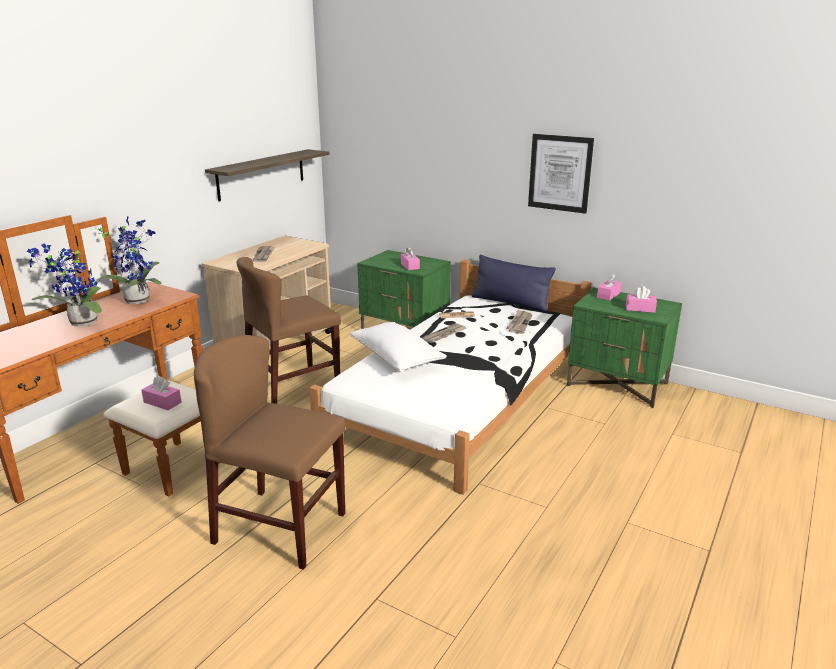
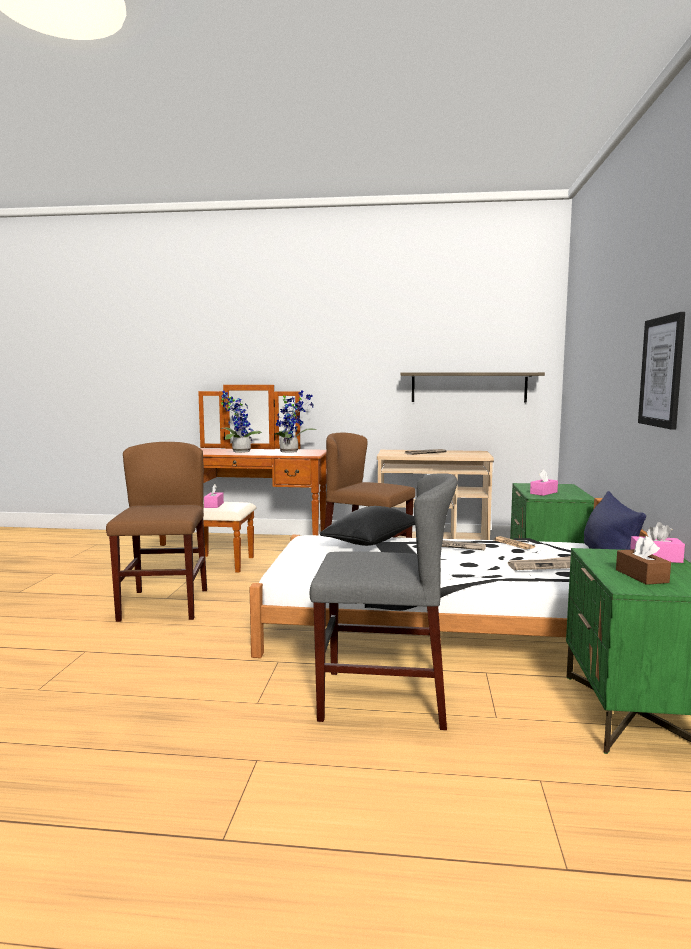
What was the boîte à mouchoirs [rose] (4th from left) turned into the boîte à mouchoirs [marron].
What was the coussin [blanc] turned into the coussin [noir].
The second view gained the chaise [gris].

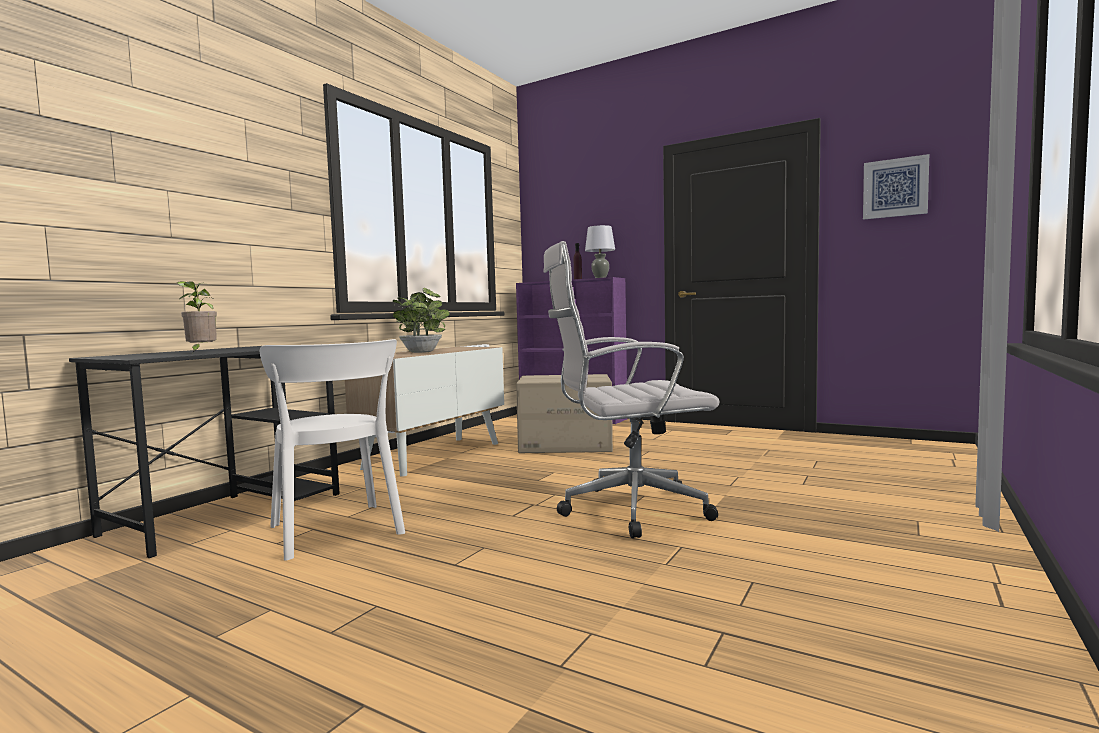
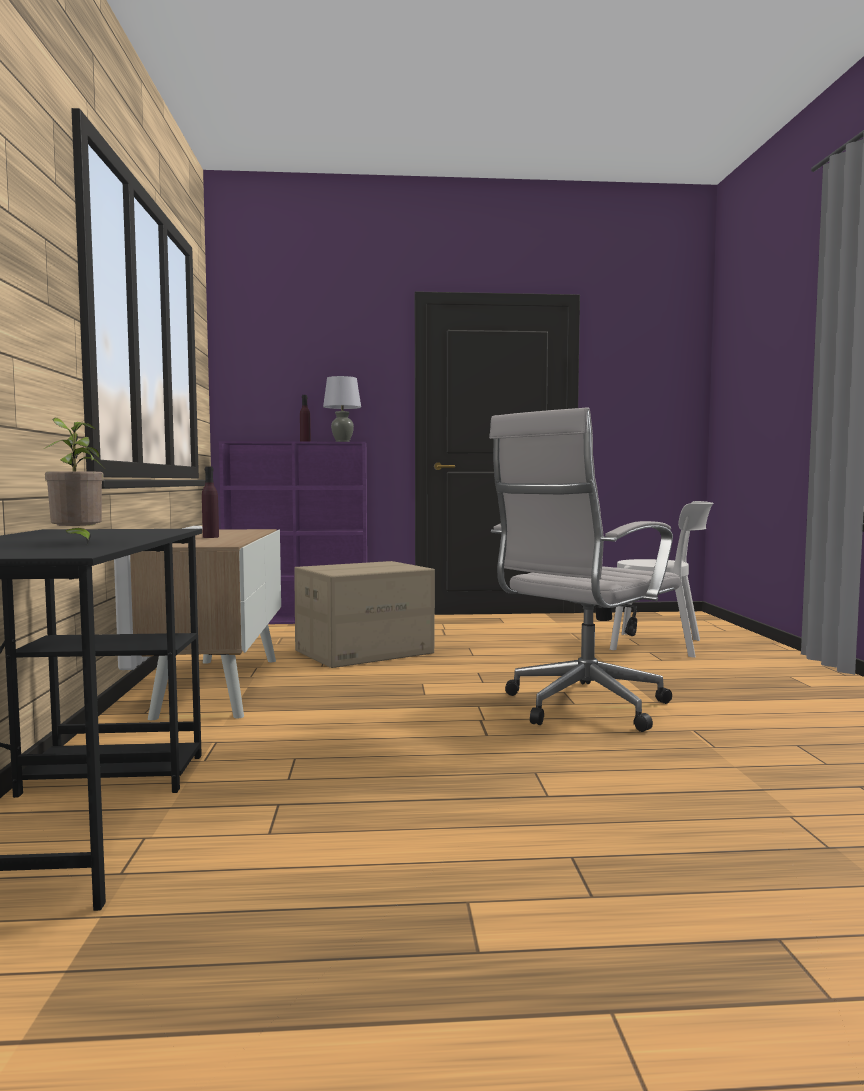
The second view lost the tableau.
Where the plante en pot (2nd from left) stood, the bouteille [violet] (1st from left) came to stand.
The chaise [blanc] ended up elsewhere.

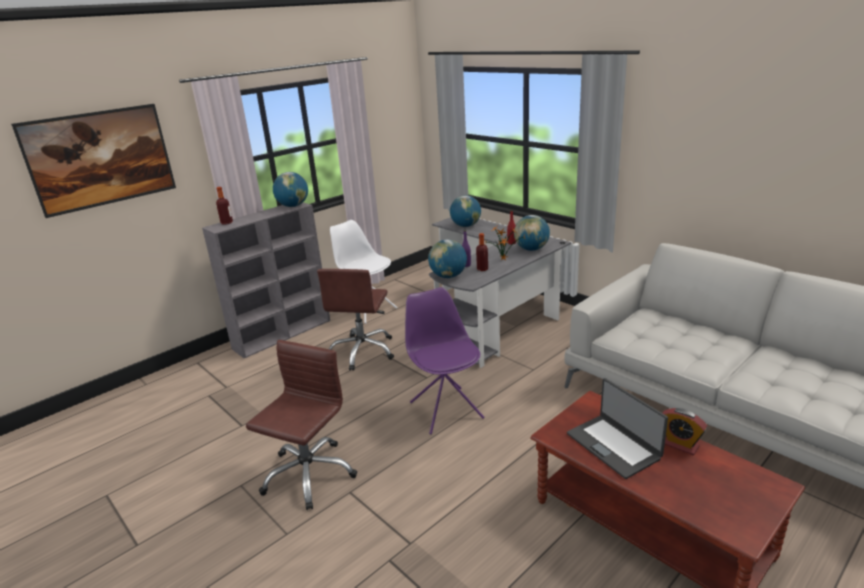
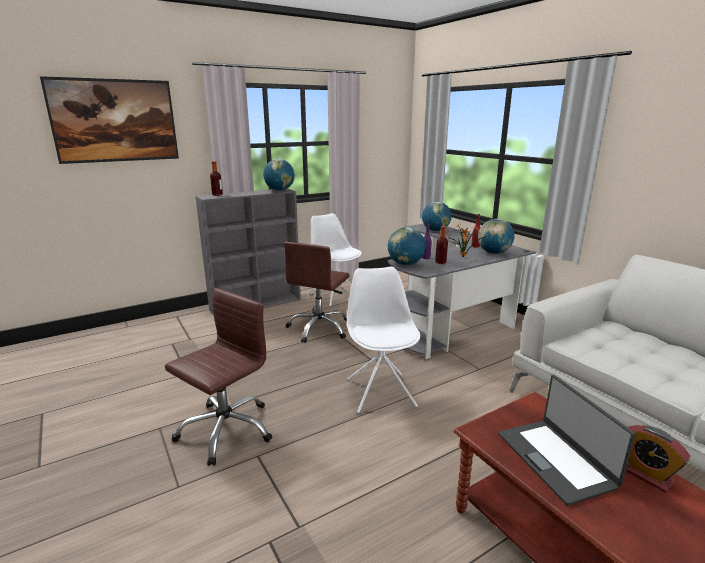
What was the chaise [violet] turned into the chaise [blanc] (2nd from left).

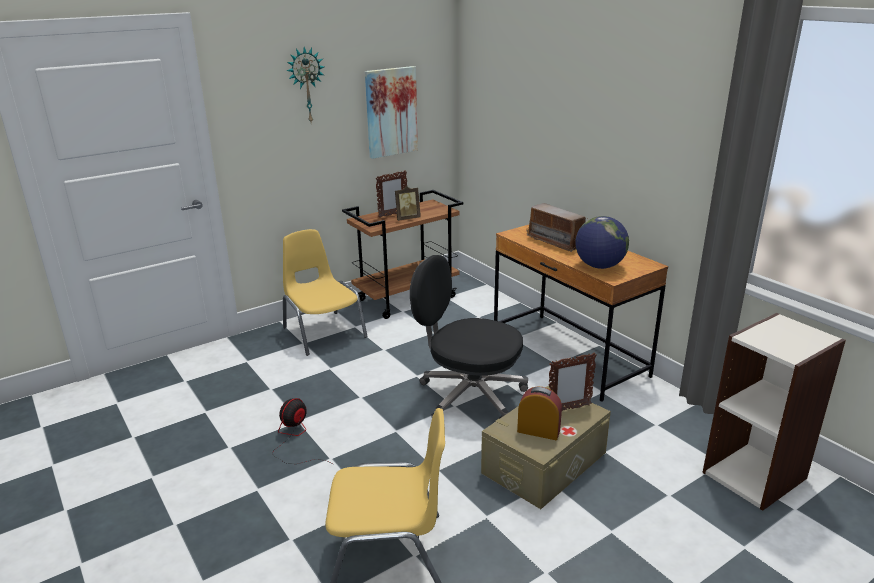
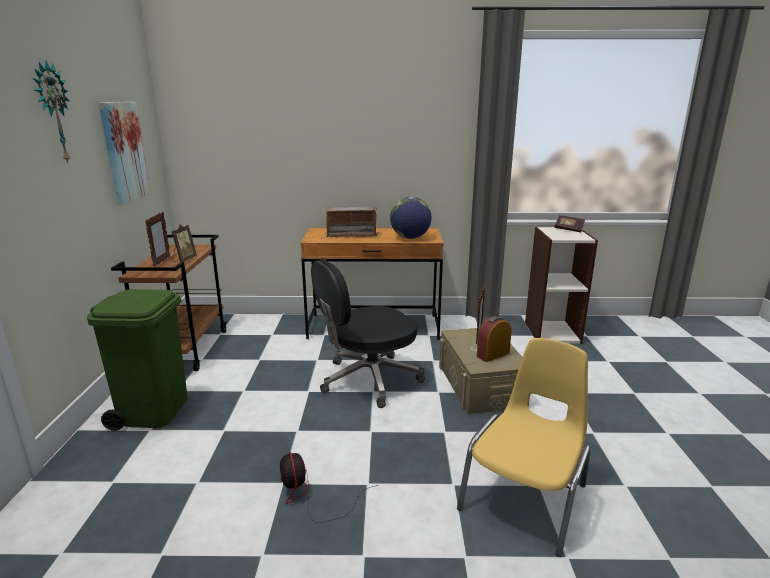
Where the chaise [jaune] (1st from left) stood, the poubelle [vert] came to stand.
The second view gained the livre.

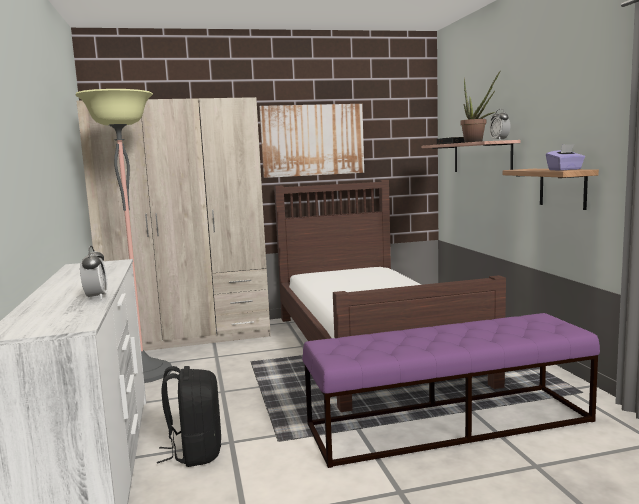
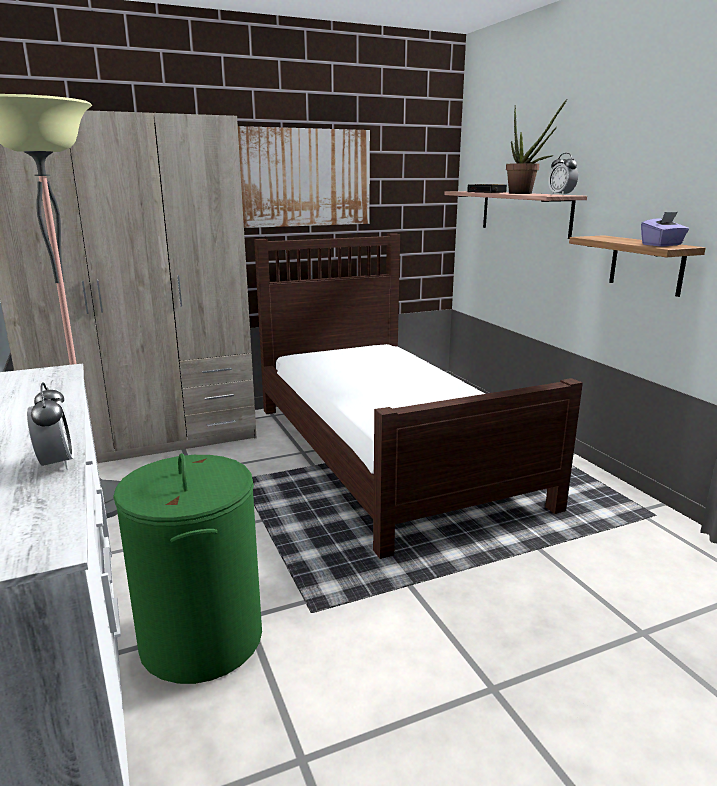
The second view lost the banc [violet].
Where the sac à dos [noir] stood, the panier à linge [vert] came to stand.

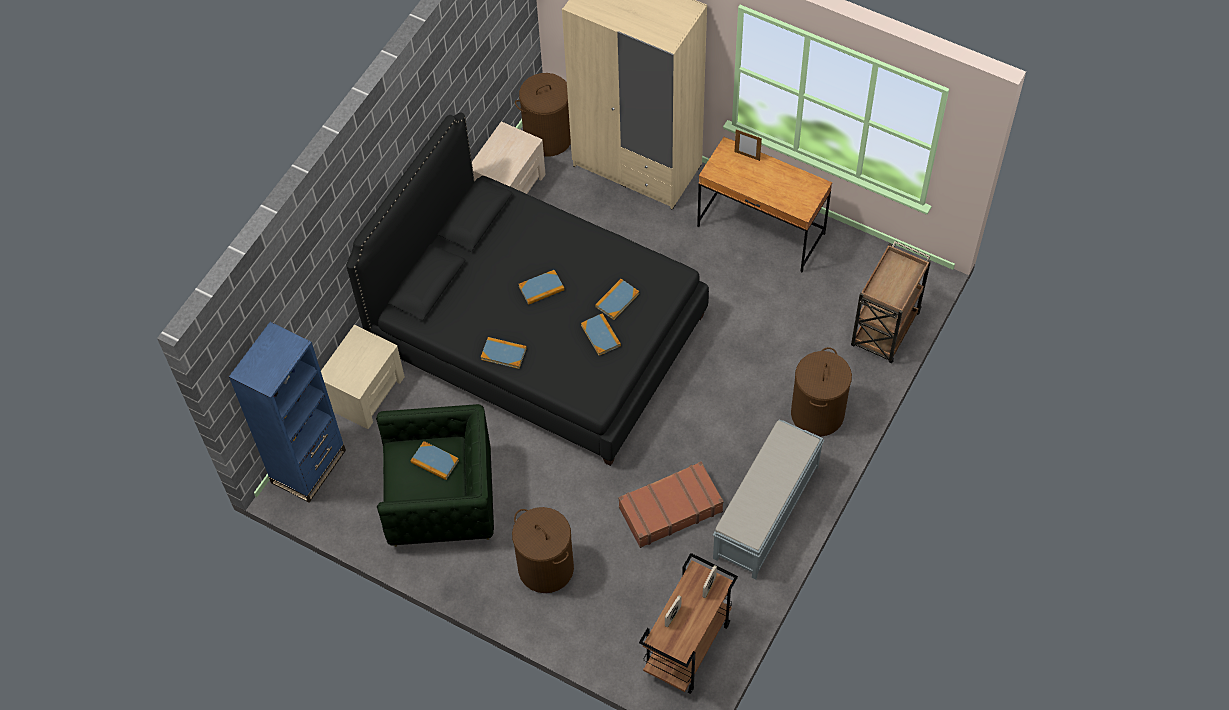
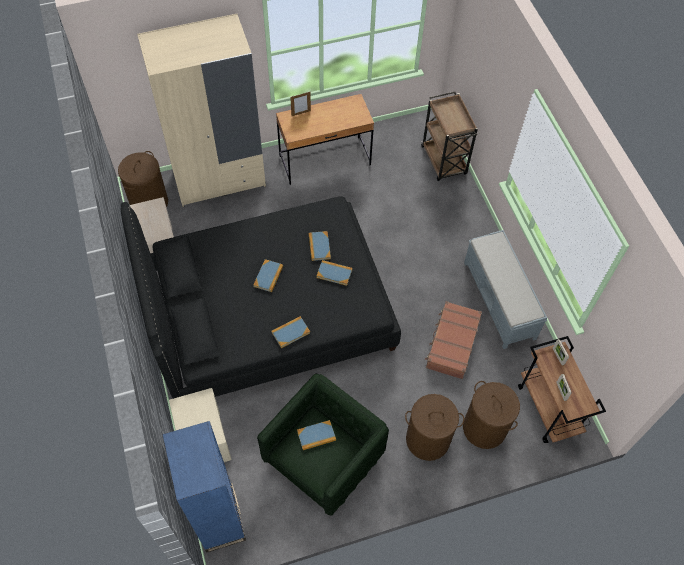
The panier à linge [marron] (3rd from left) ended up elsewhere.

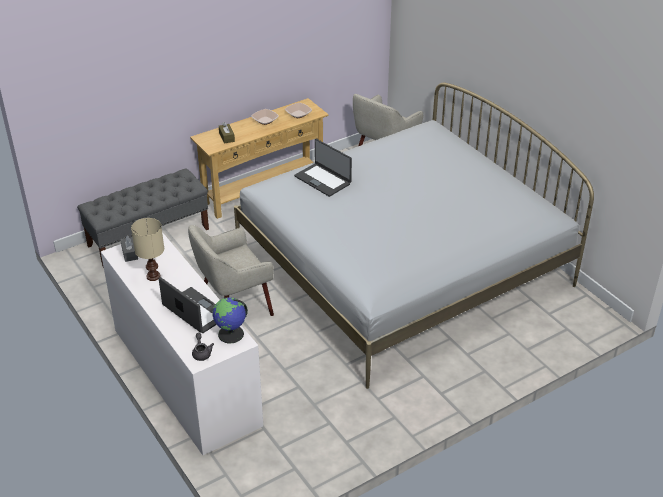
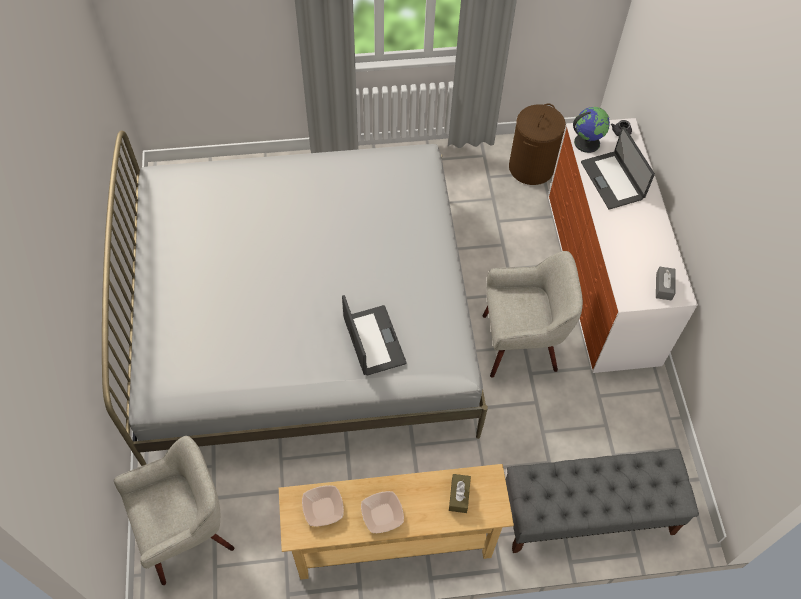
The second view lost the lampe de table [beige].
The second view gained the panier à linge [marron].

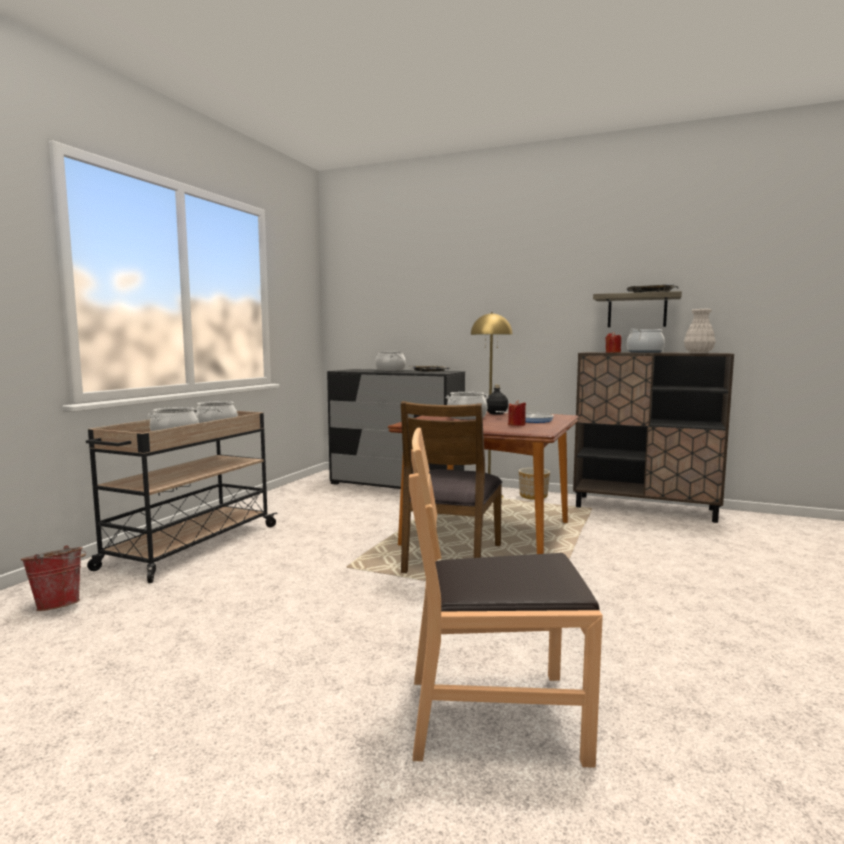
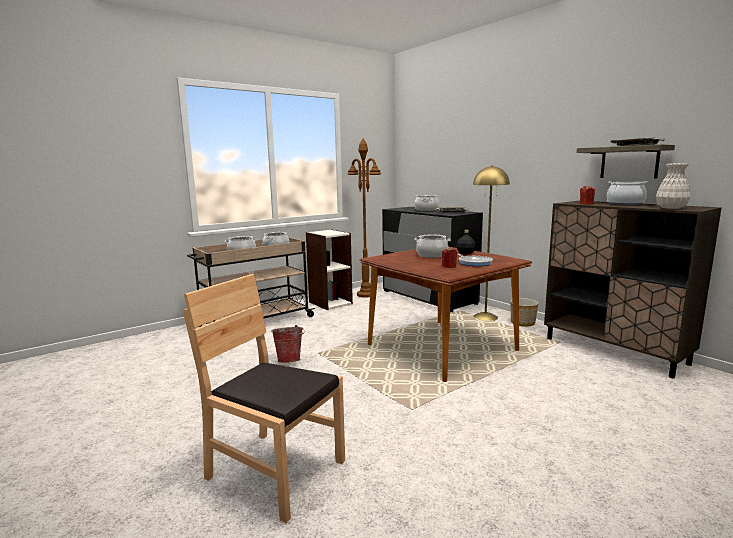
The second view lost the chaise [marron] (1st from left).
The seau ended up elsewhere.
The second view gained the lampadaire [marron].
The second view gained the bibliothèque.

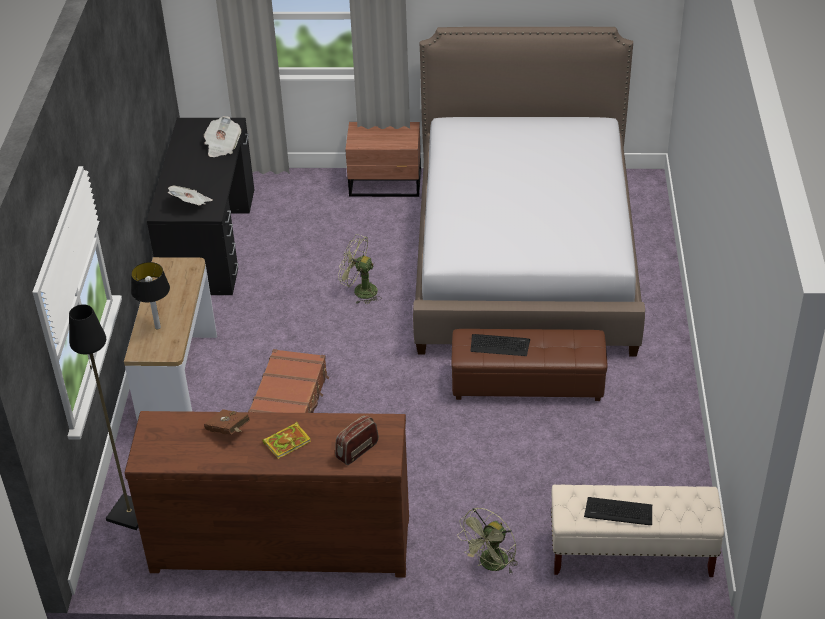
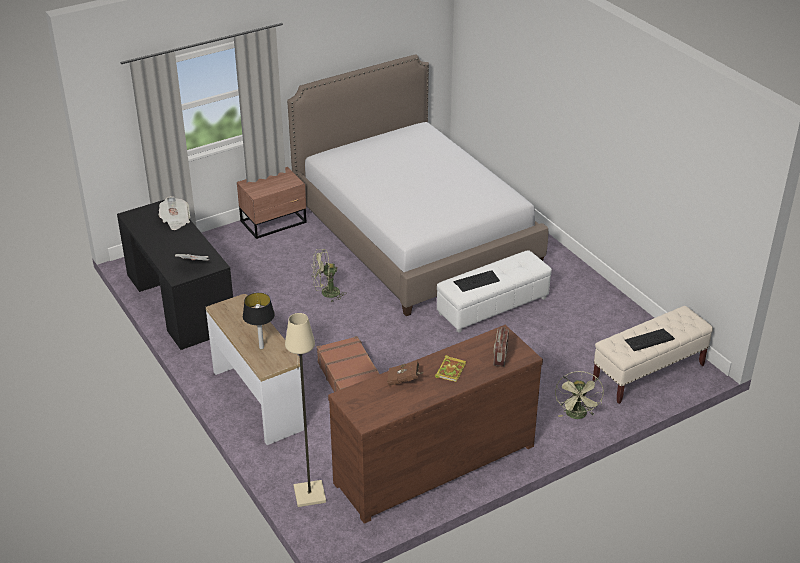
What was the lampadaire [noir] turned into the lampadaire [beige].
What was the pouf [marron] turned into the pouf [blanc].

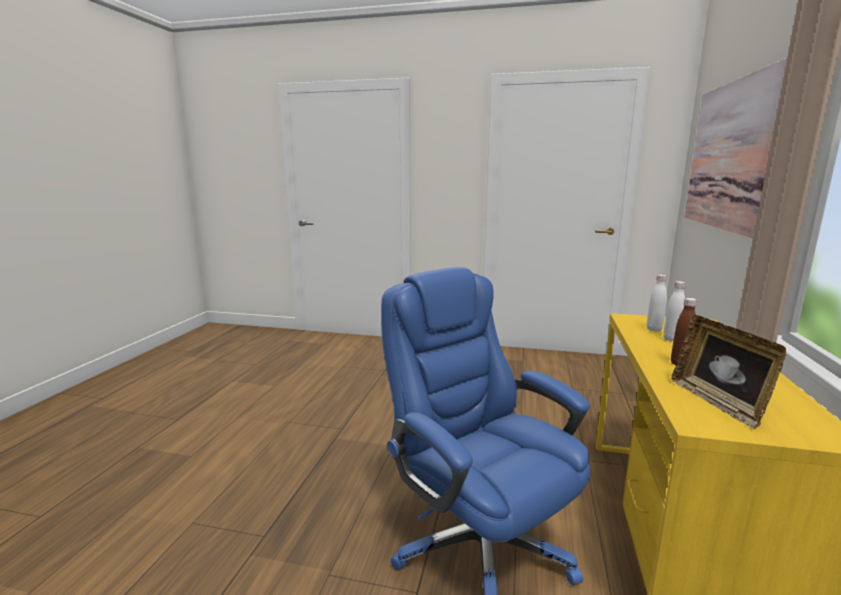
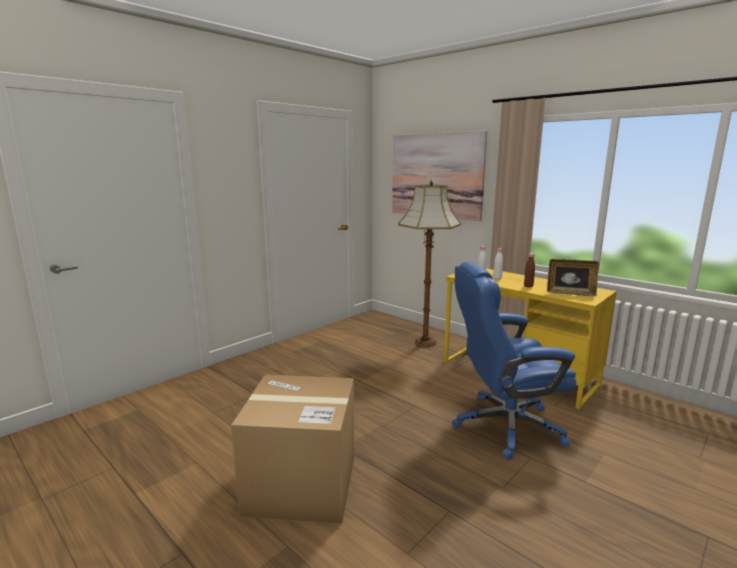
The second view gained the lampadaire.
The second view gained the carton.

